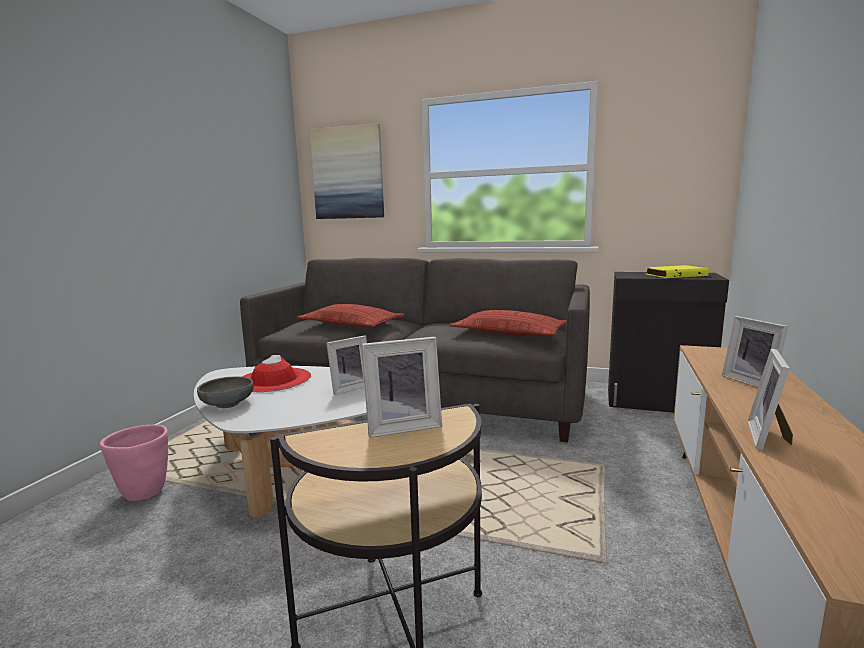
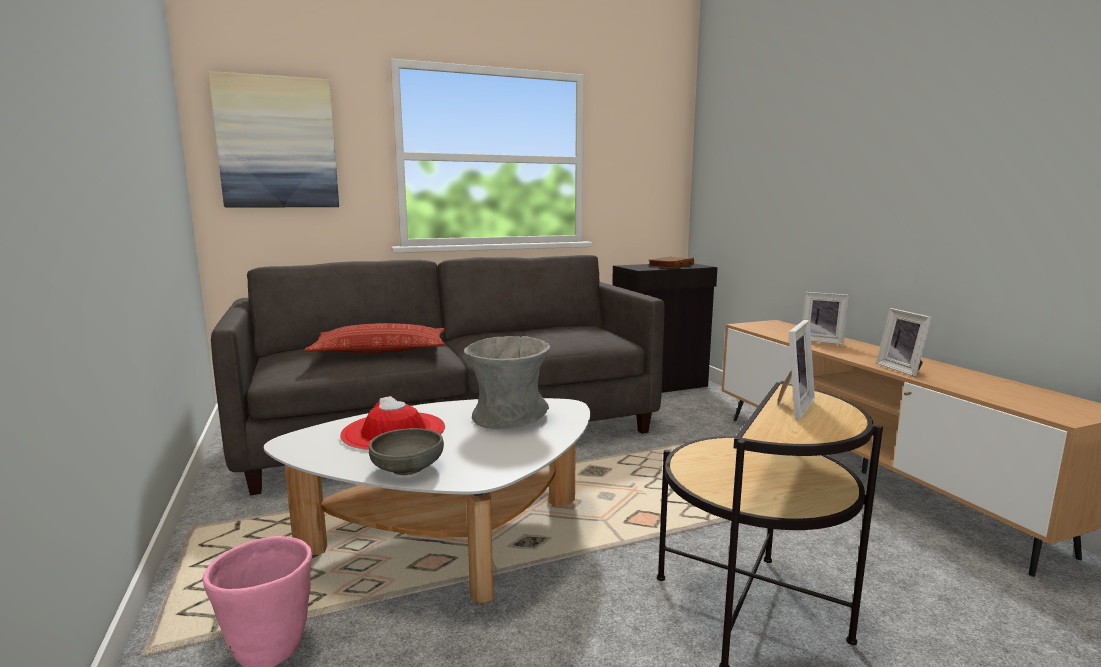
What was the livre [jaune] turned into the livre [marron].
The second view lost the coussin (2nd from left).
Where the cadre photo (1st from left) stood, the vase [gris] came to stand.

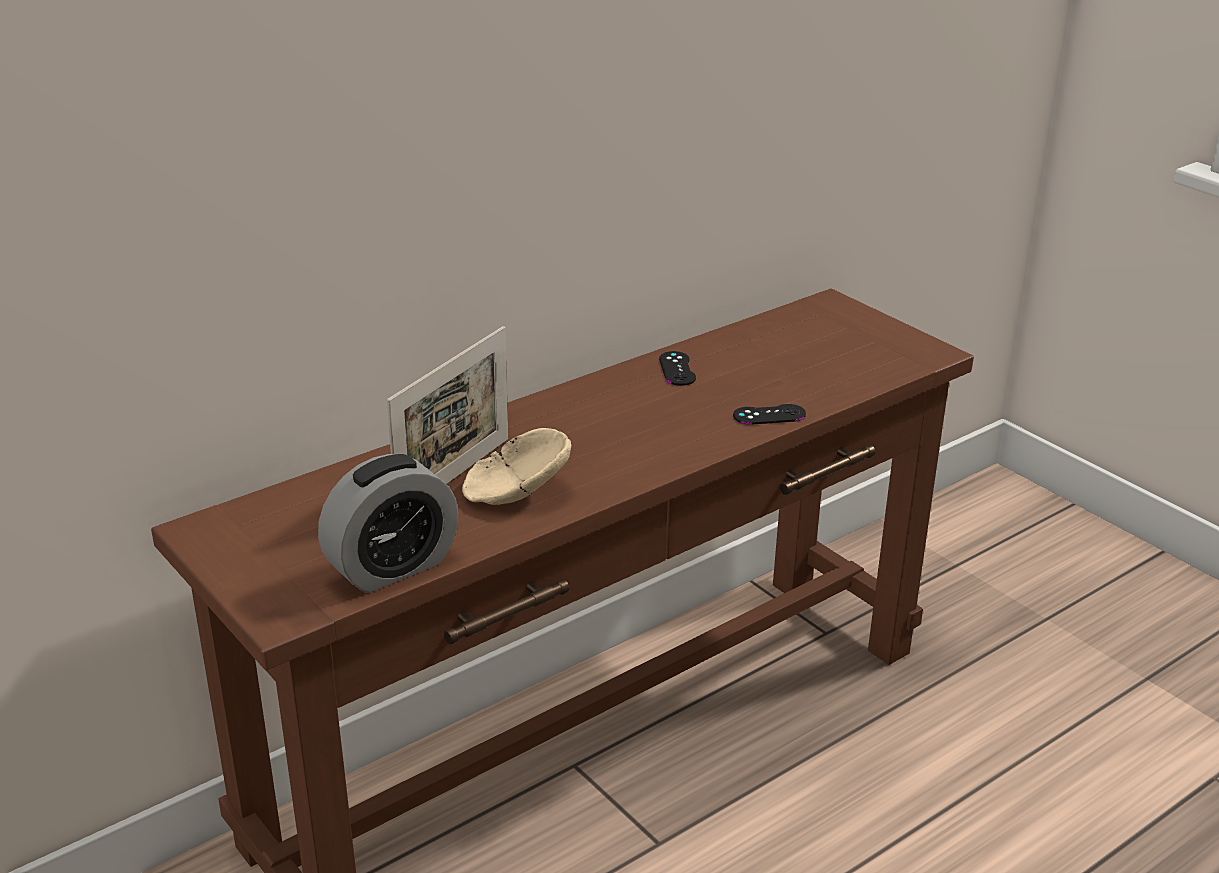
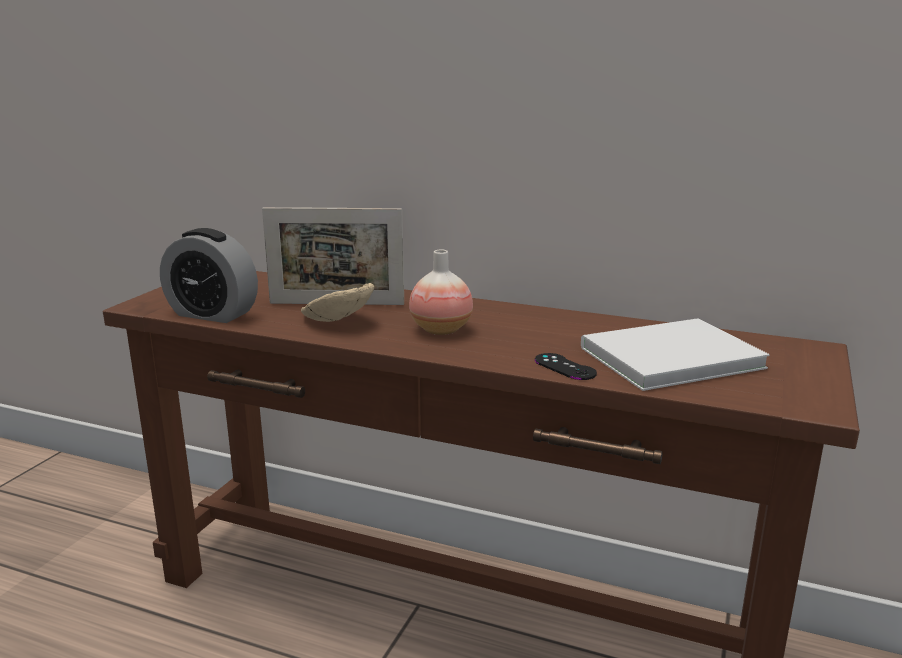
The second view lost the manette [noir] (1st from left).
The second view gained the vase.
The second view gained the livre [blanc].

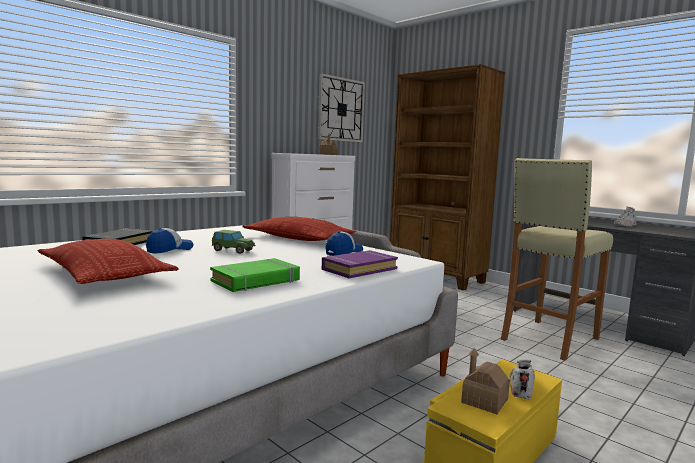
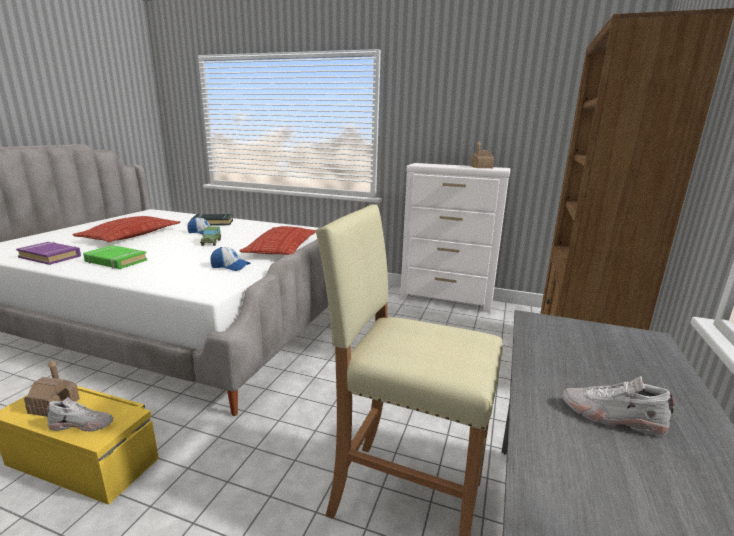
The second view lost the horloge murale.
The livre [violet] ended up elsewhere.

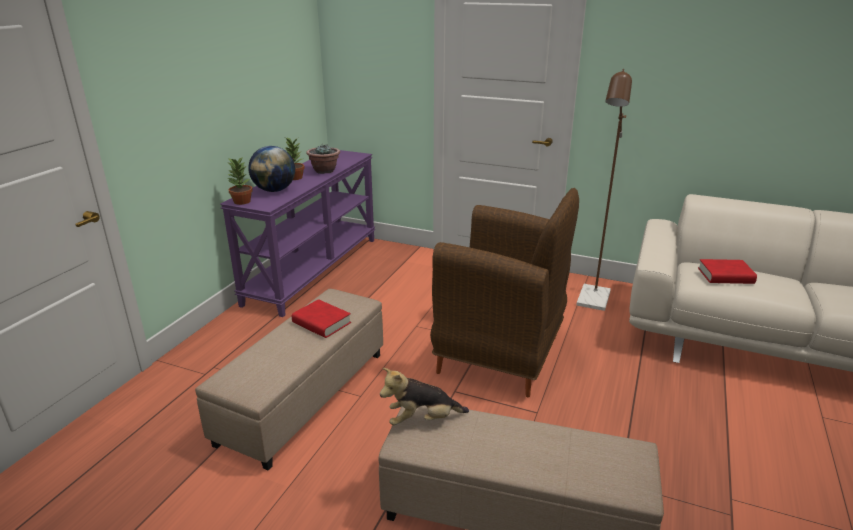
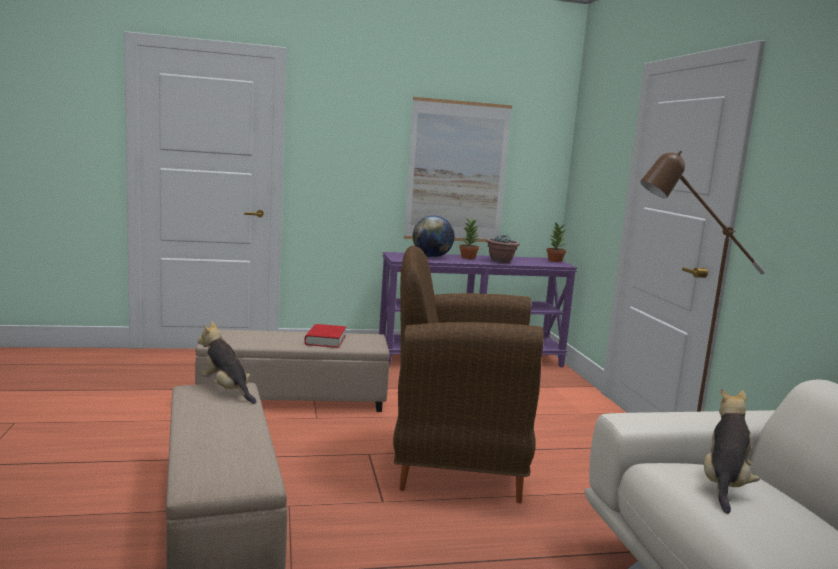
The plante en pot (1st from left in the first image) ended up elsewhere.
The fauteuil [marron] ended up facing another way, 105 degrees clockwise from before.
Where the livre [rouge] (2nd from left) stood, the peluche (2nd from left) came to stand.
The second view gained the tableau.

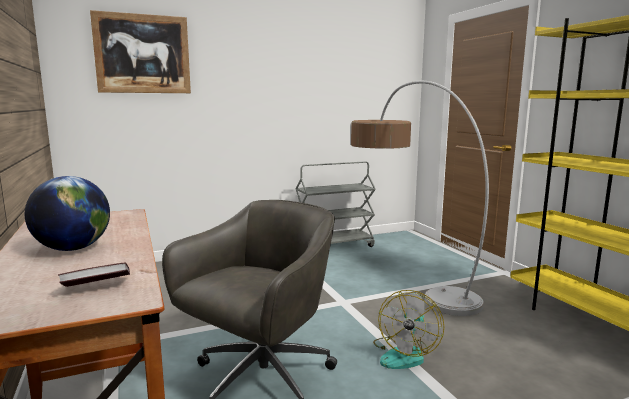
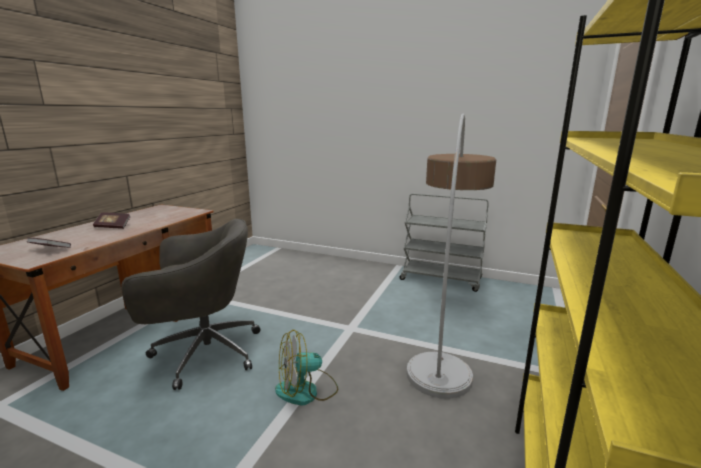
The second view lost the tableau.
Where the globe stood, the livre (2nd from left) came to stand.

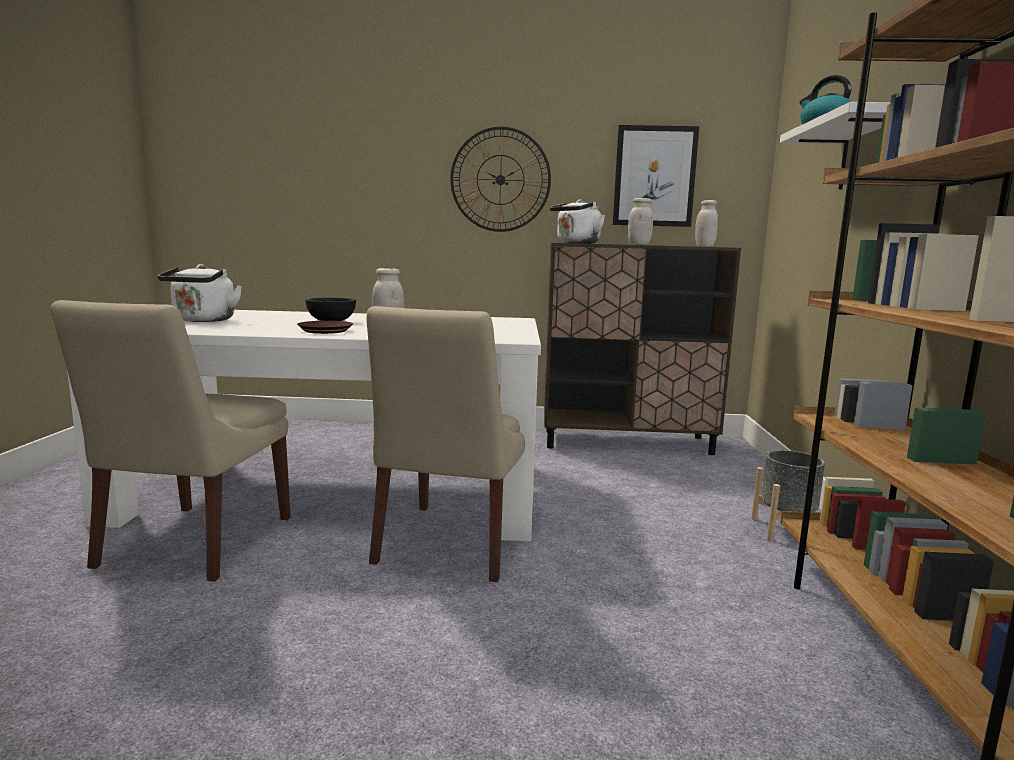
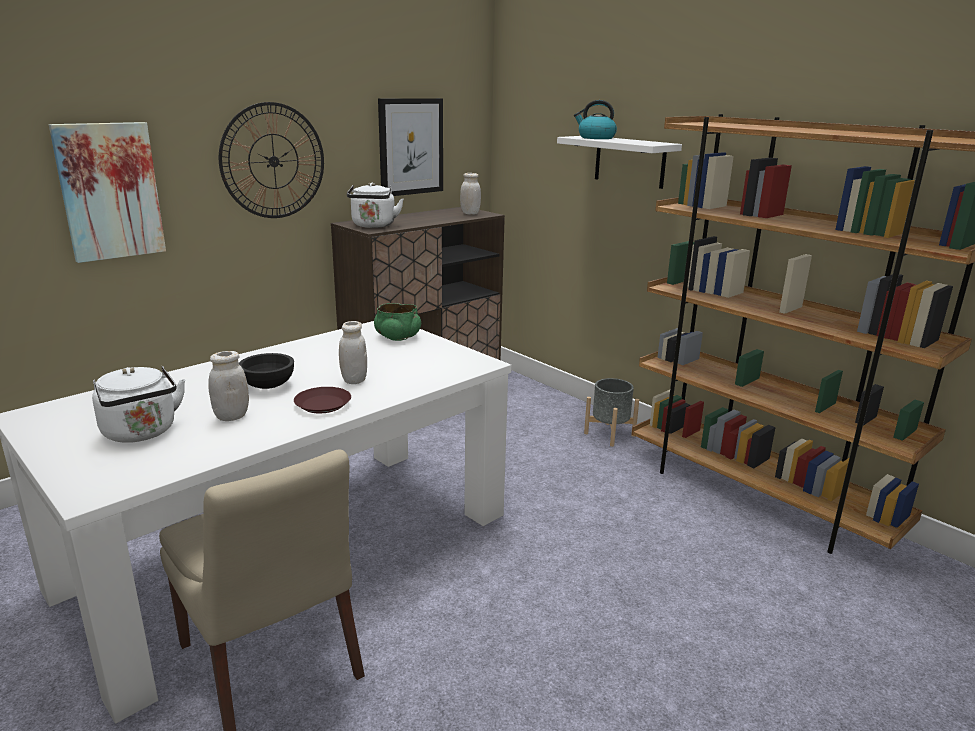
The bocal [blanc] (2nd from left in the first image) ended up elsewhere.
The second view lost the chaise [beige] (2nd from left).
The second view gained the tableau (1st from left).
The second view gained the bol [vert].

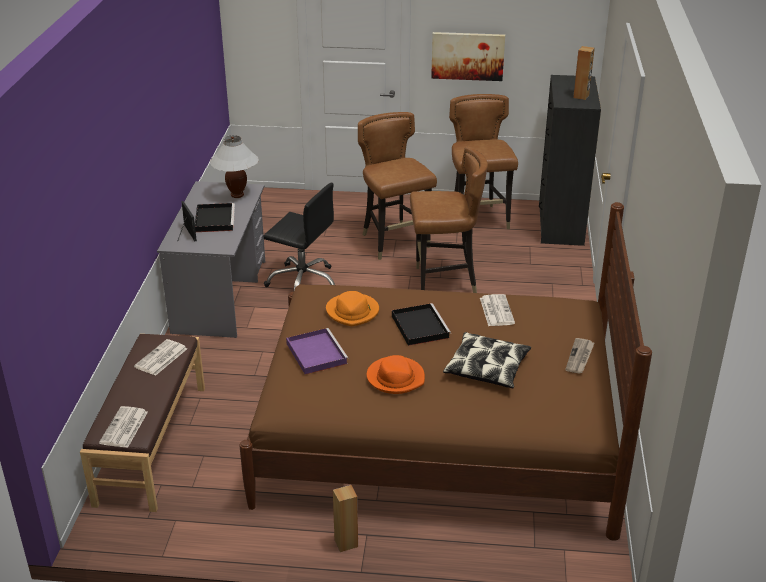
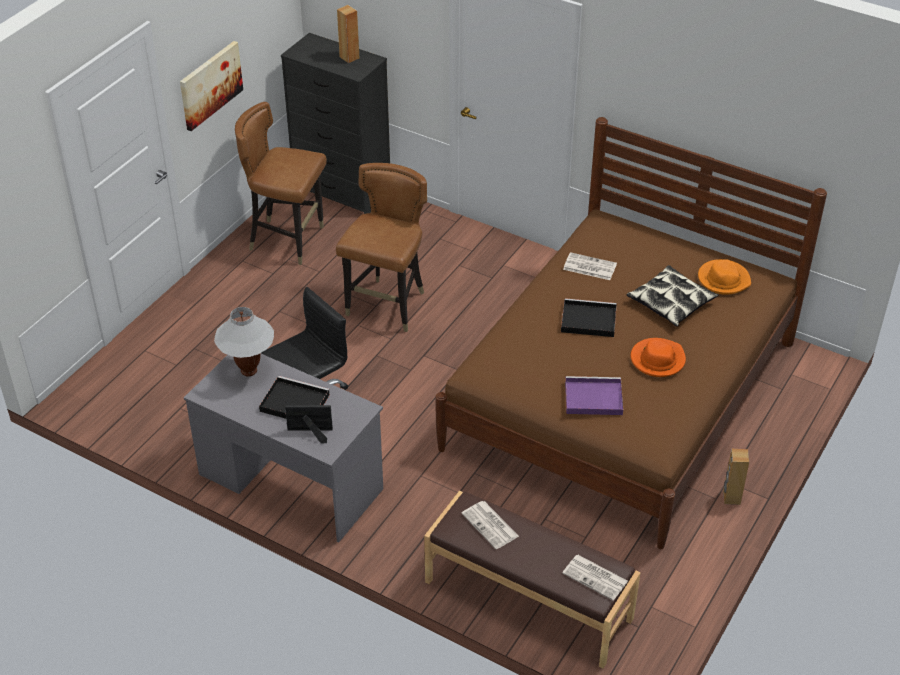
The second view lost the chaise [marron] (1st from left).
The chapeau [orange] (1st from left in the first image) ended up elsewhere.
The second view lost the journal (4th from left).

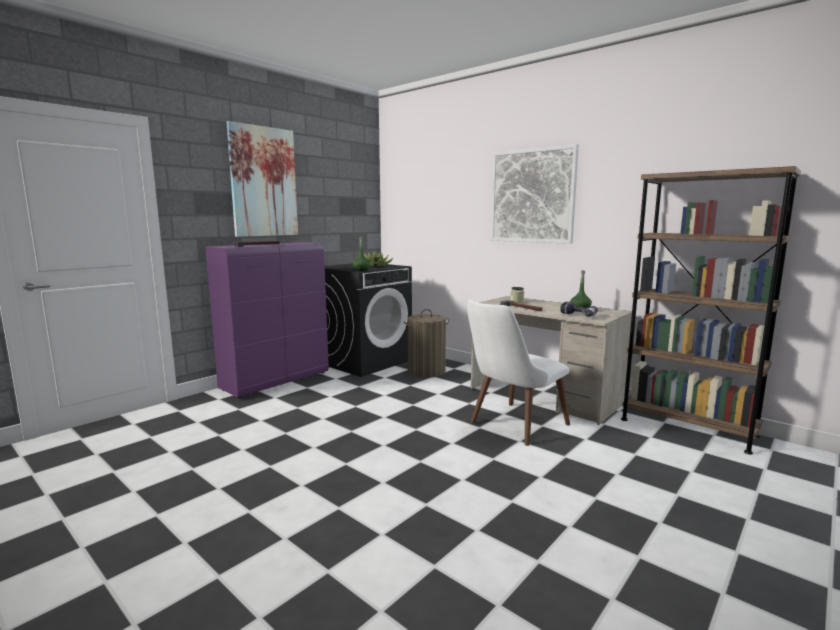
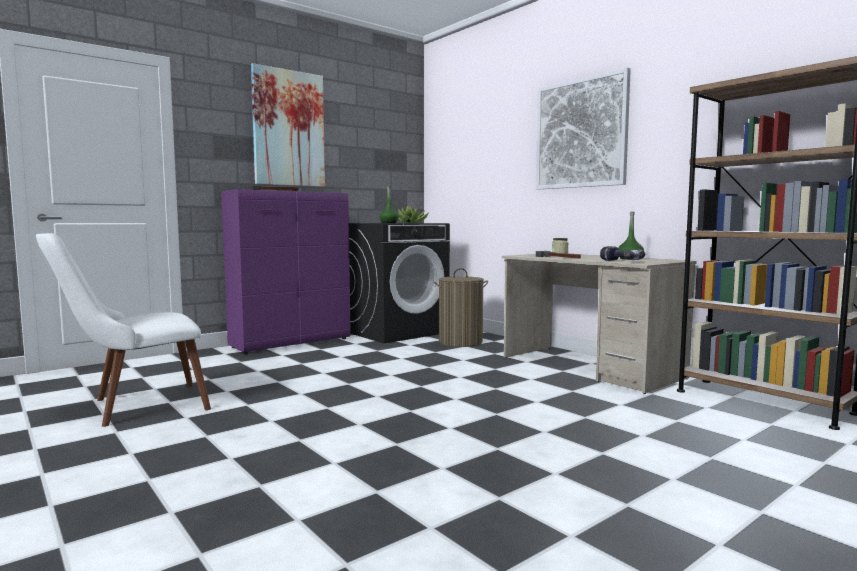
The chaise [blanc] ended up elsewhere.

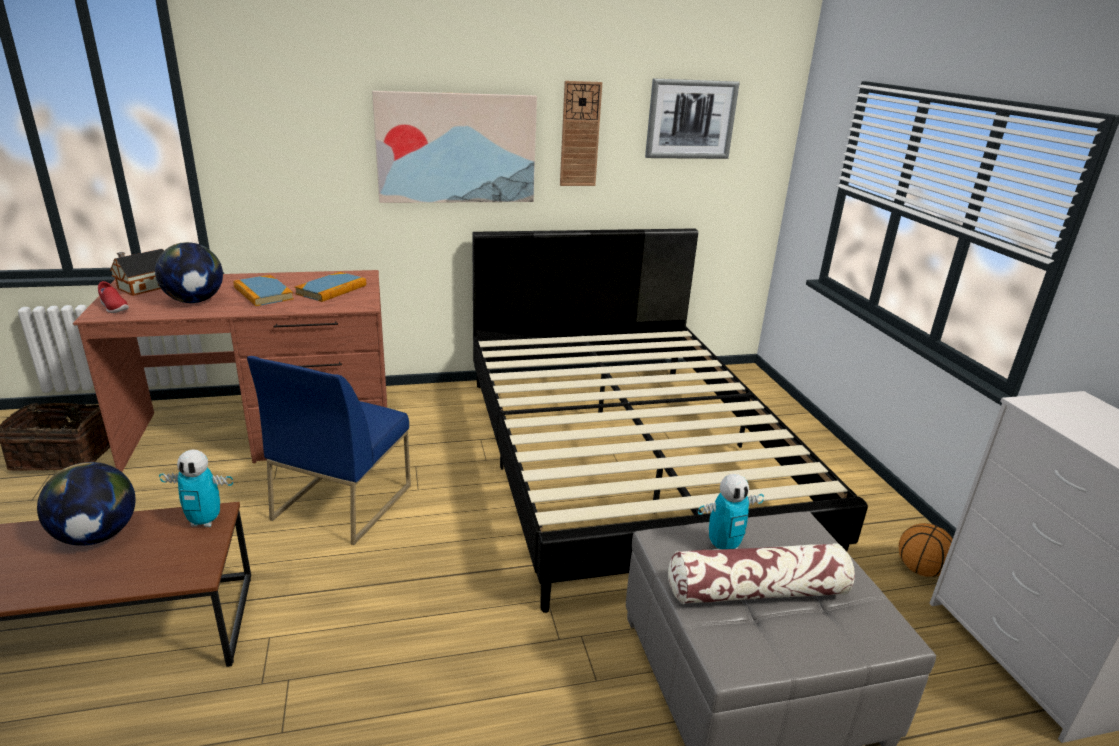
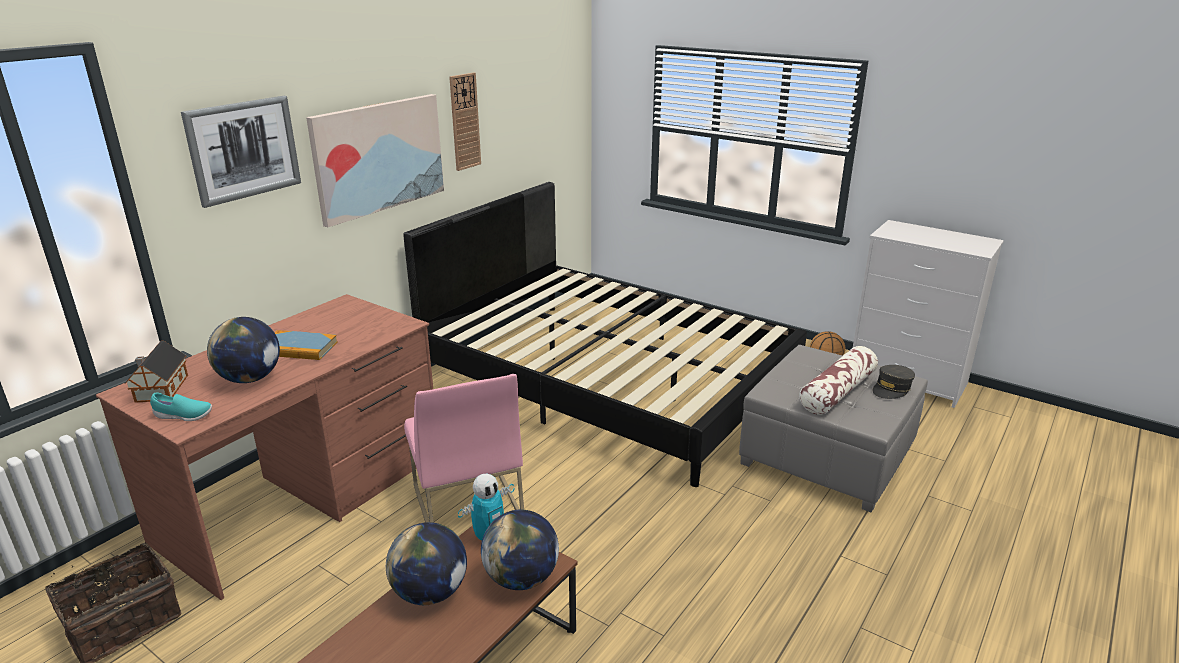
The tableau (2nd from left in the first image) ended up elsewhere.
The second view lost the livre (2nd from left).
What was the chaussure [rouge] turned into the chaussure [turquoise].
What was the chaise [bleu] turned into the chaise [rose].
The second view lost the robot jouet (2nd from left).
The second view gained the casquette [gris].
The second view gained the globe (3rd from left).

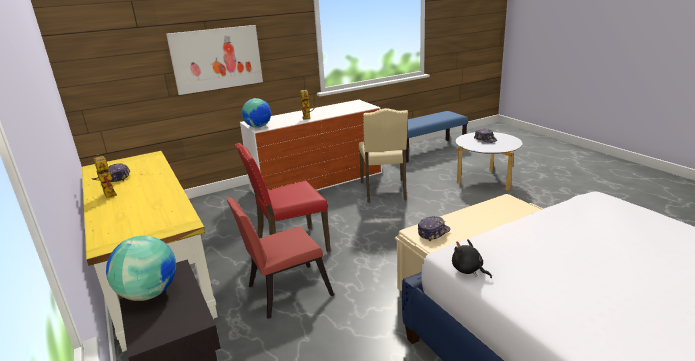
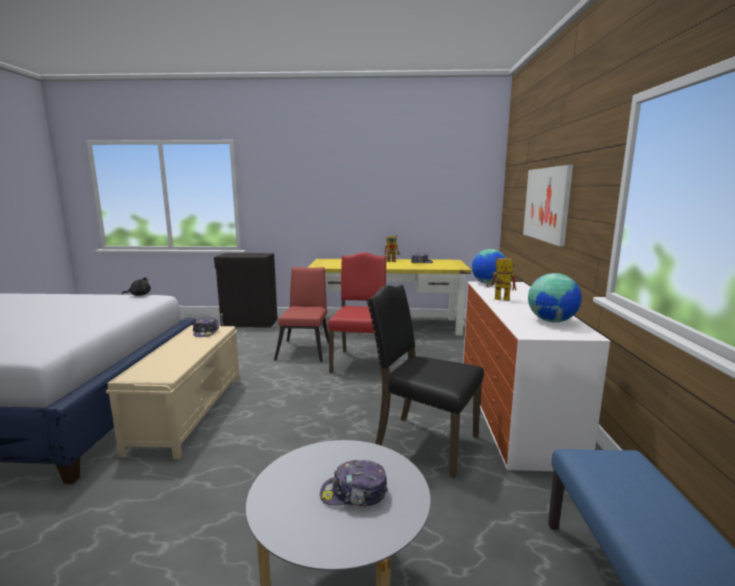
What was the chaise [beige] turned into the chaise [noir].
The globe (1st from left in the first image) ended up elsewhere.

